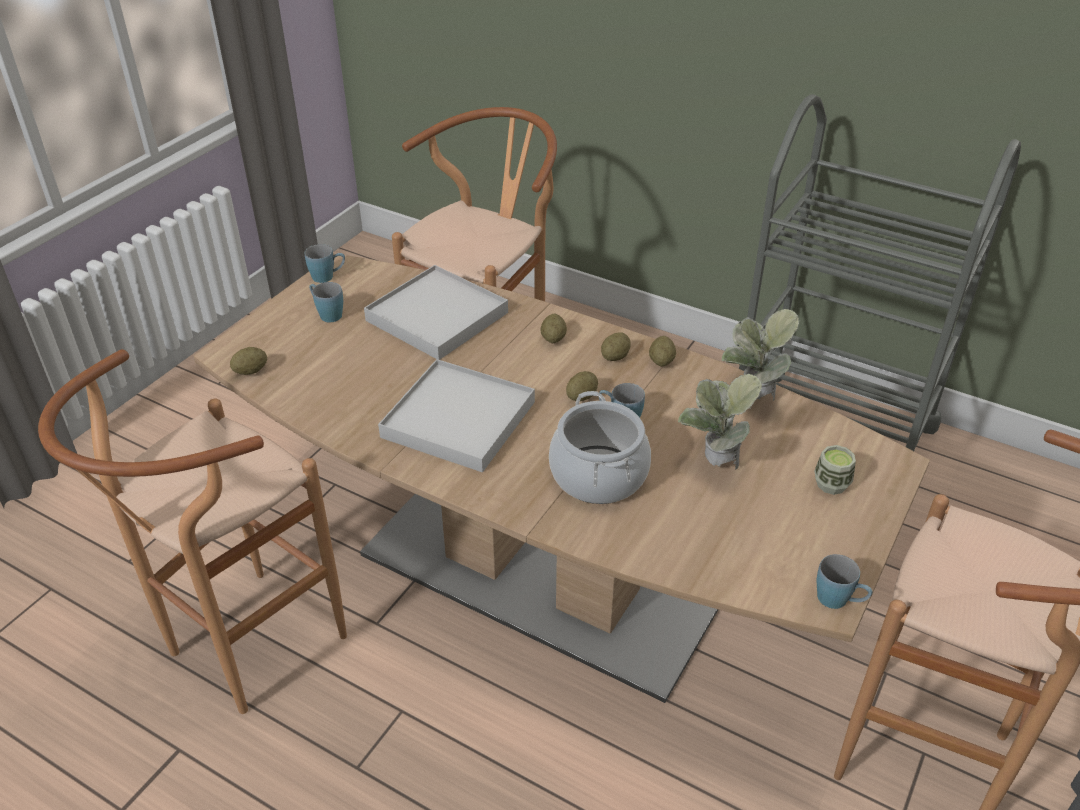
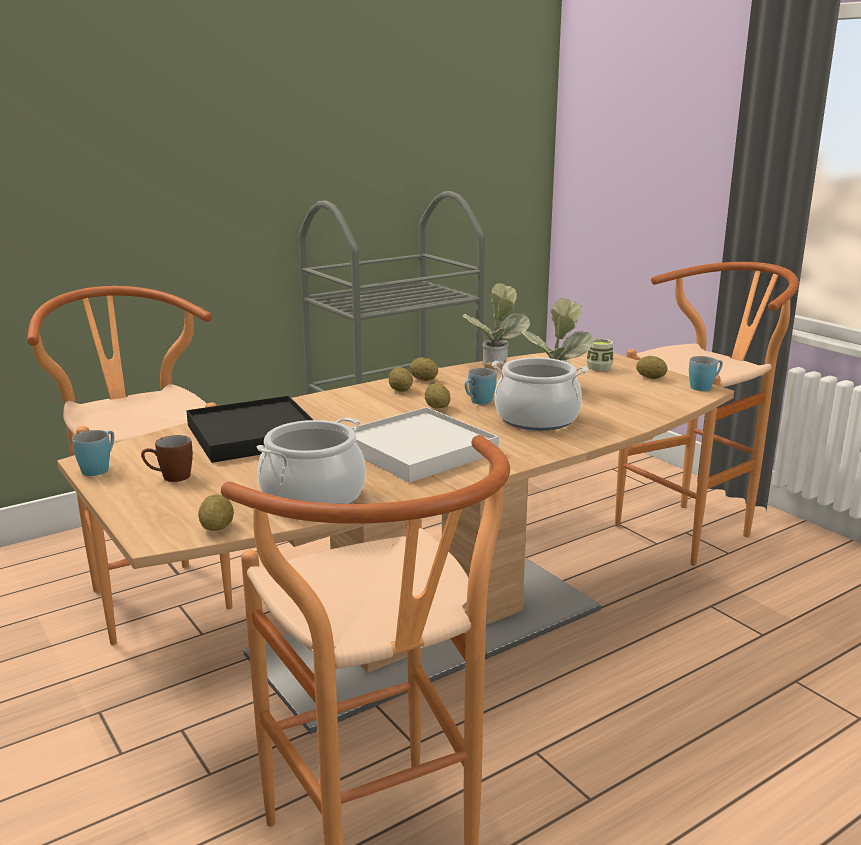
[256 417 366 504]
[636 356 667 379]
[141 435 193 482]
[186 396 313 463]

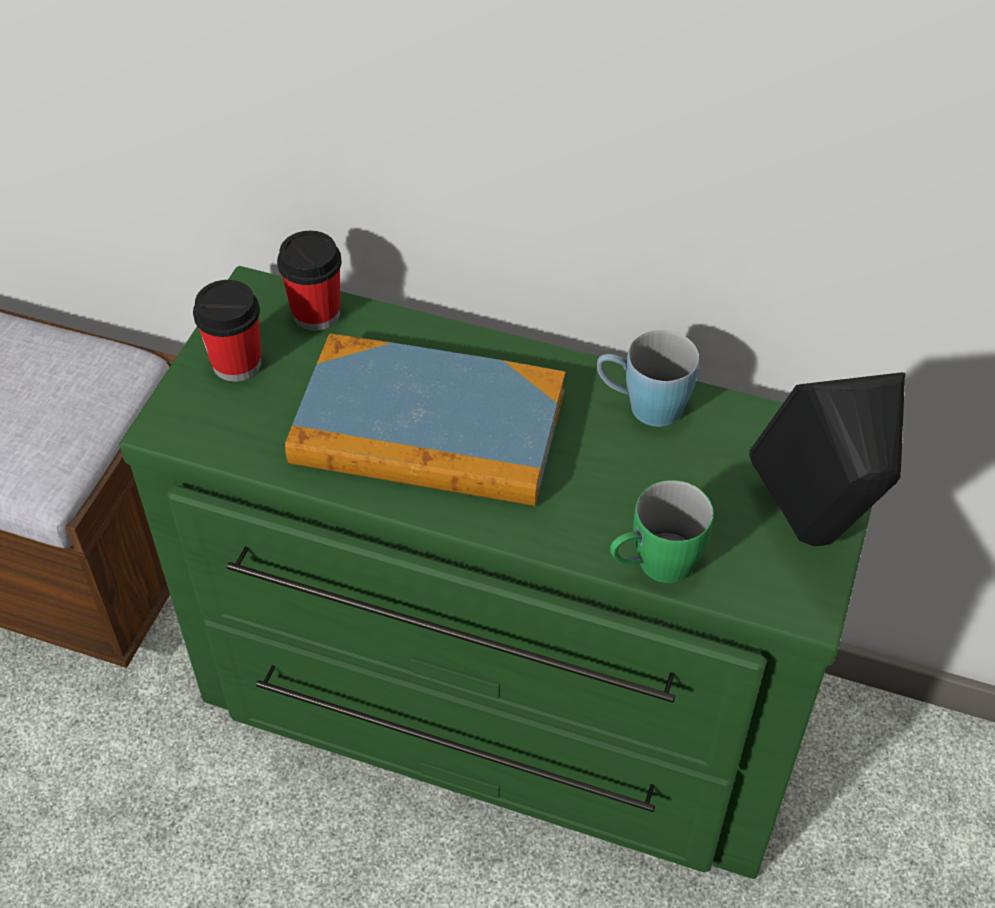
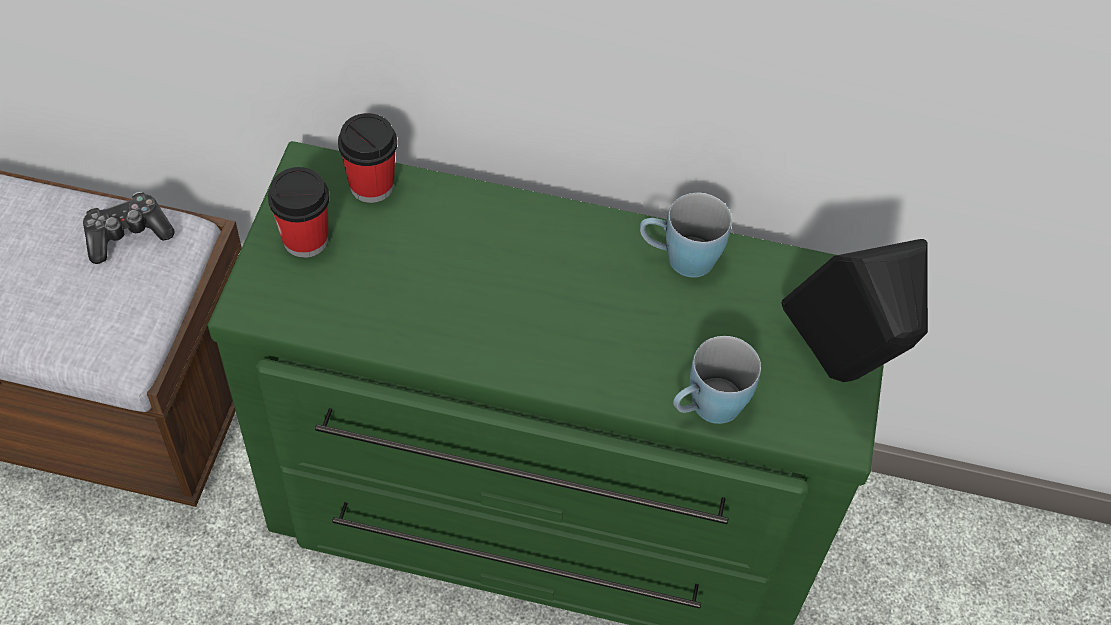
[285 333 565 506] (first image)
[83 192 174 264]
[673 336 761 424]

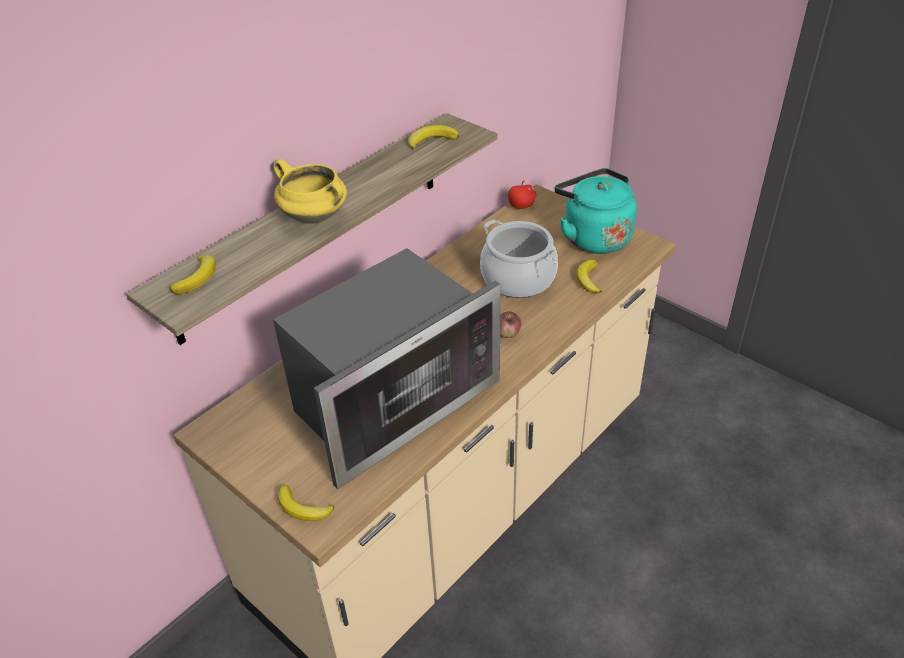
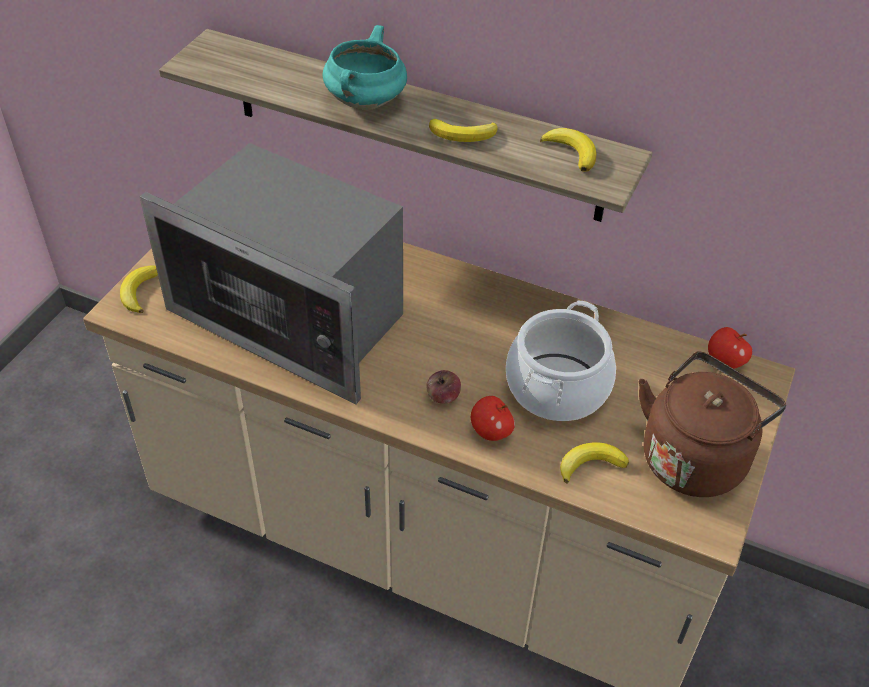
[471 396 515 441]
[429 119 498 142]
[323 25 407 110]
[639 351 786 497]

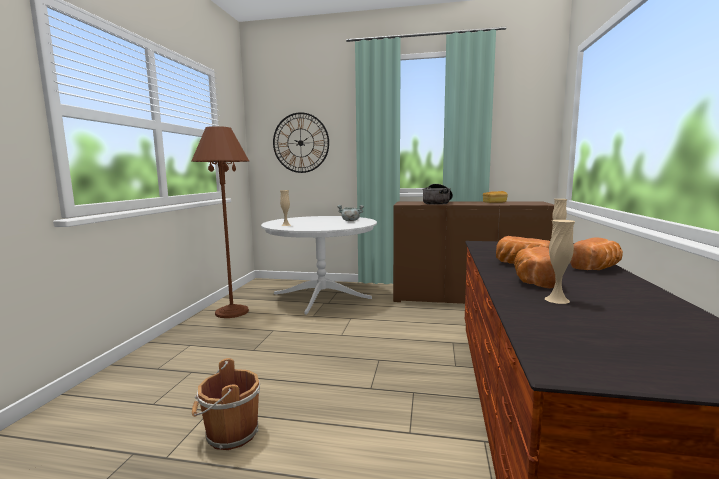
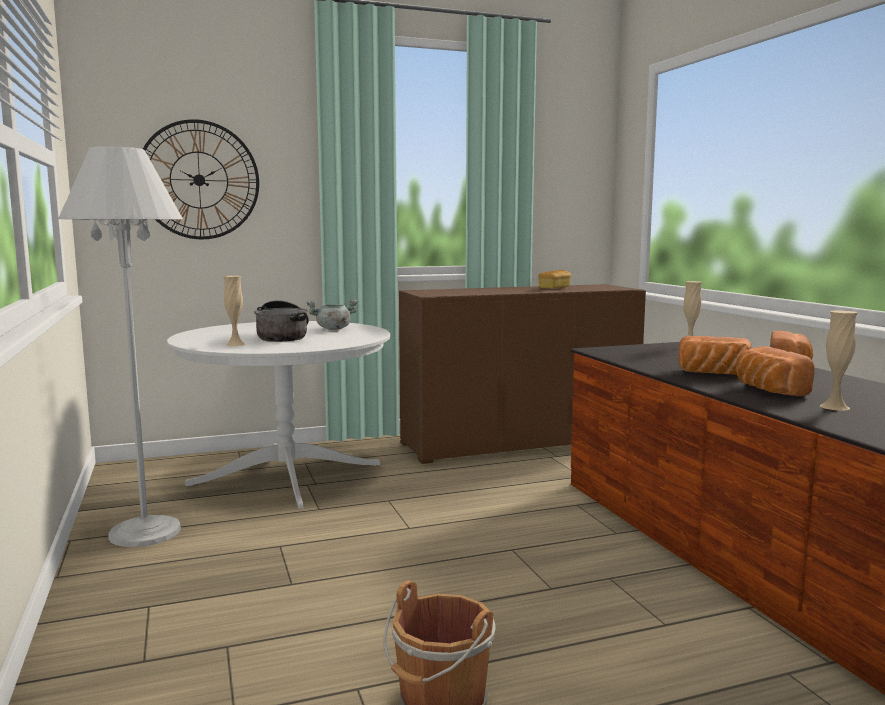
[254 300 309 342]
[58 146 183 547]

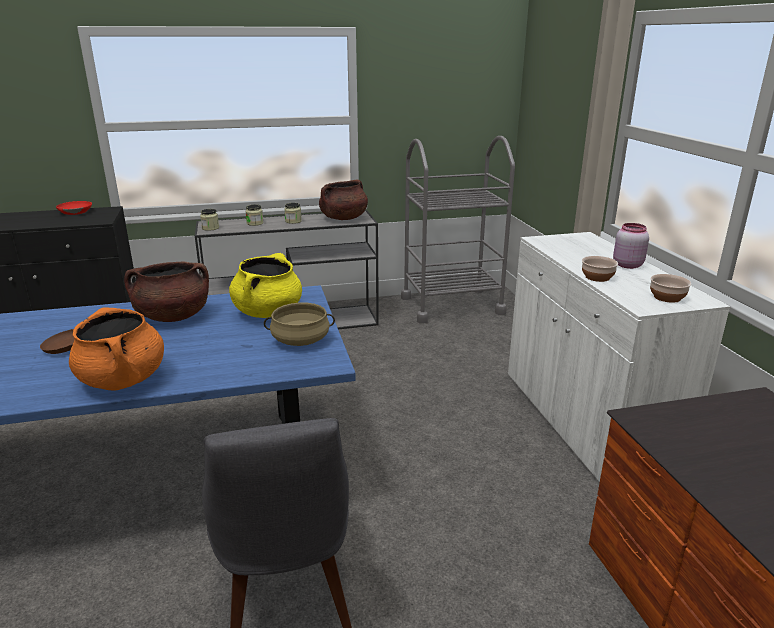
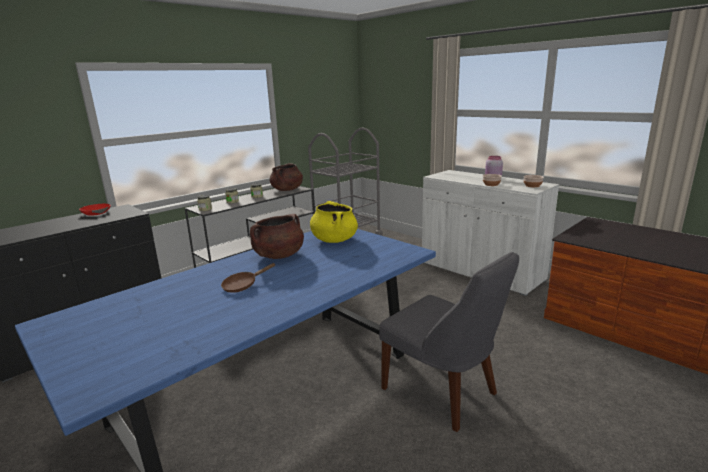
[69 308 164 391] (first image)
[264 303 335 346] (first image)

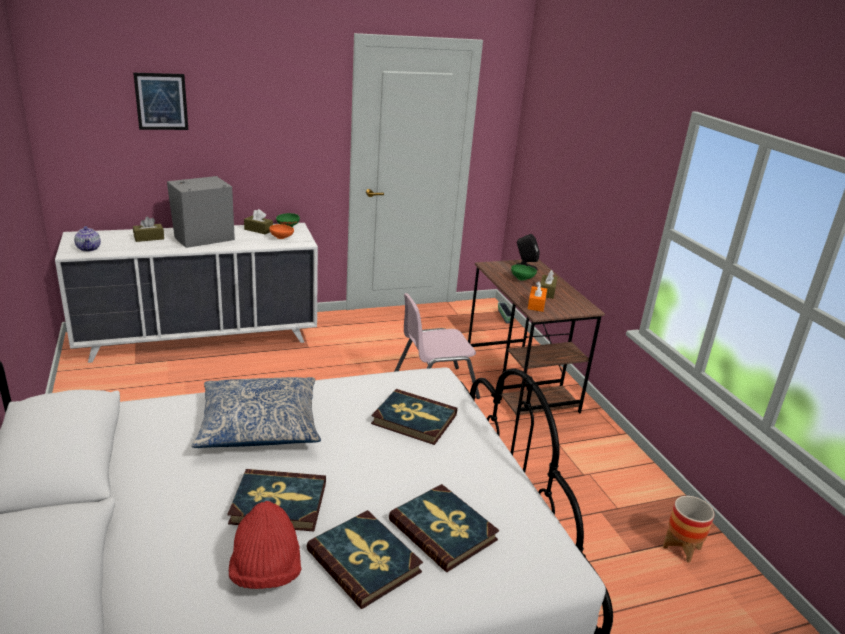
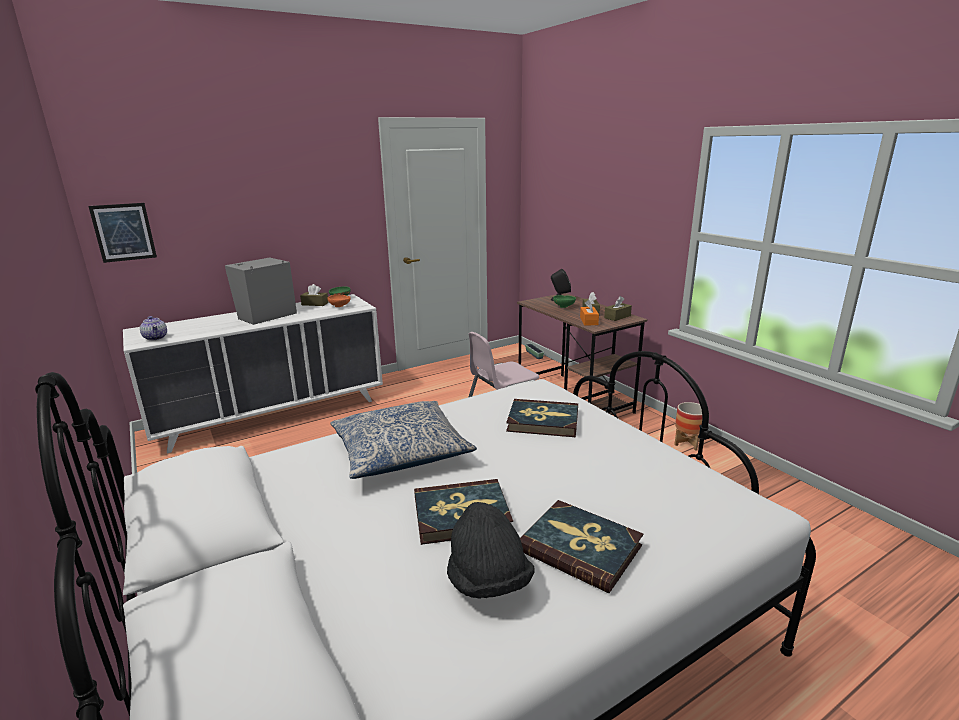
[389 484 499 572] (first image)
[88 203 157 263]
[604 296 632 321]
[674 402 702 451]
[447 502 535 599]

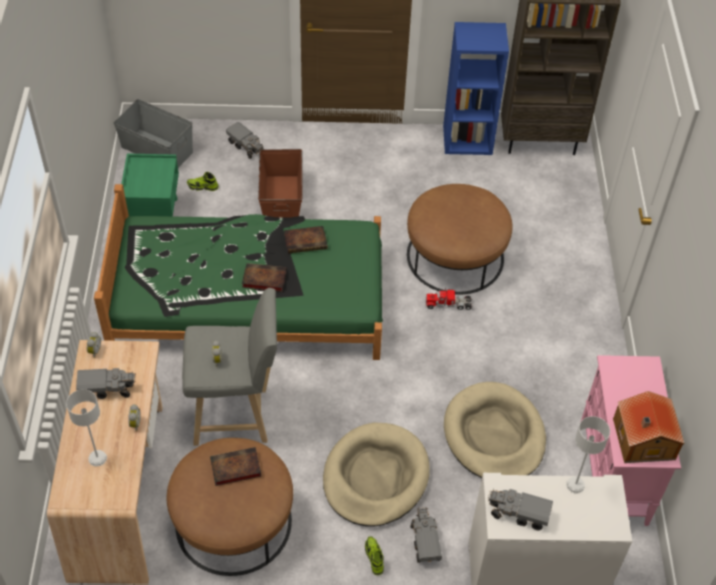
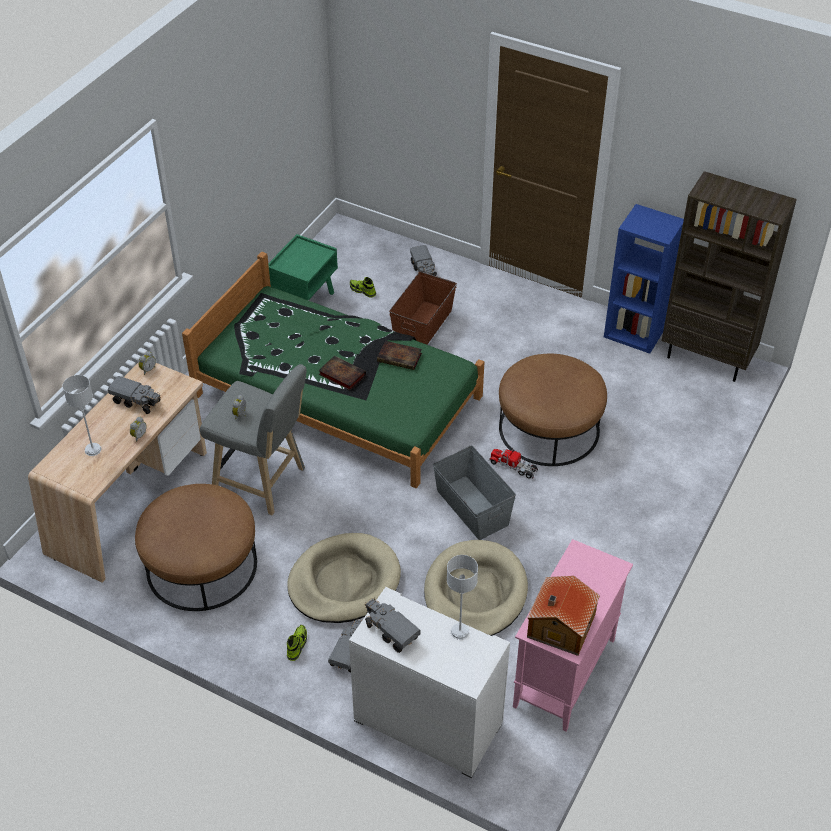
[210 447 261 486] (first image)
[433 446 516 540]

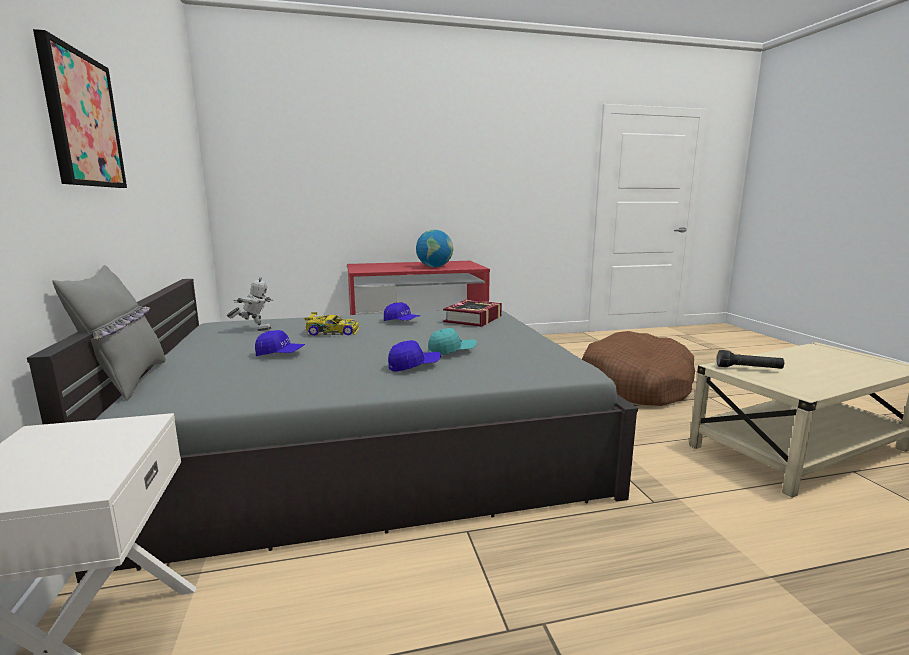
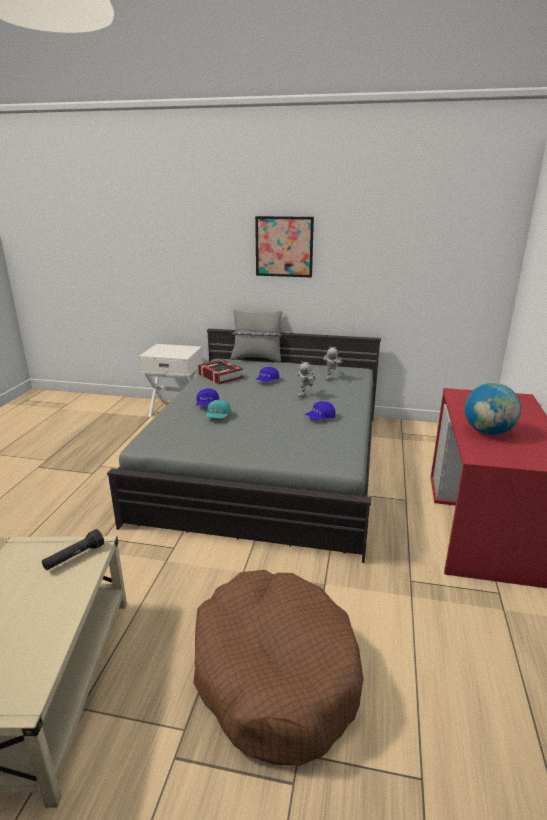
[198 359 243 384]
[297 361 316 397]

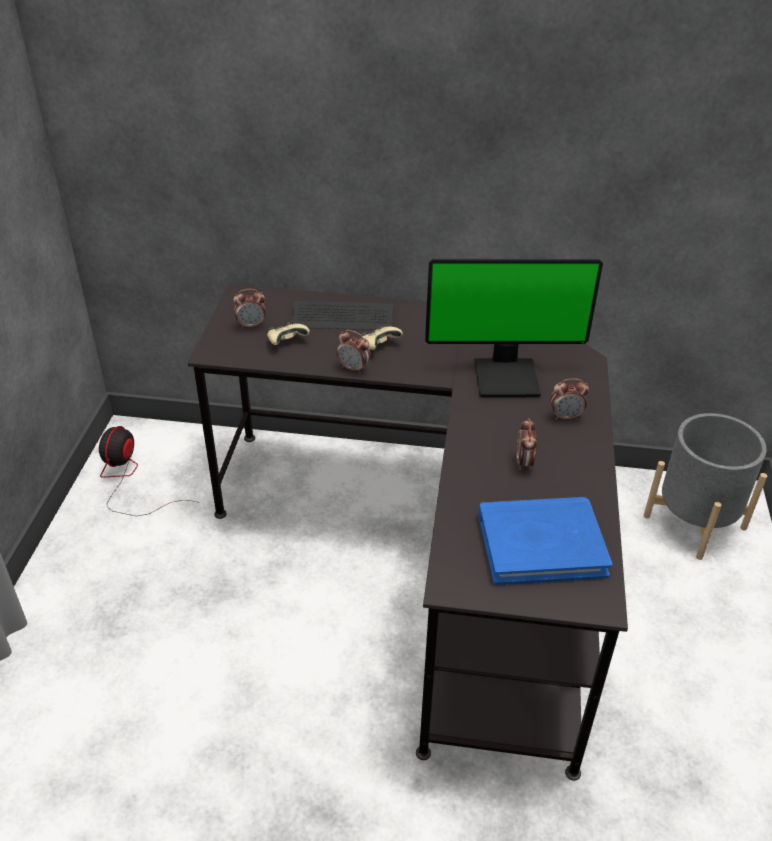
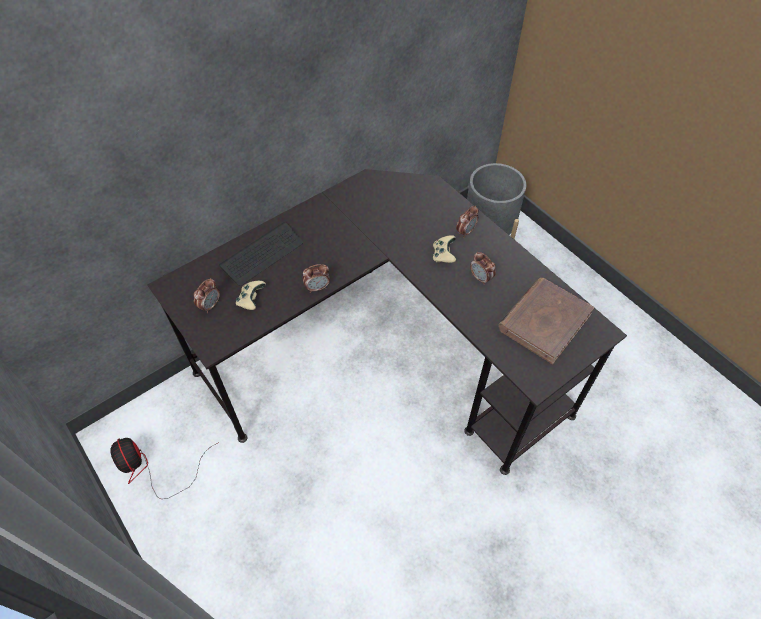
[425 259 603 397] (first image)
[433 235 456 263]
[498 278 594 364]

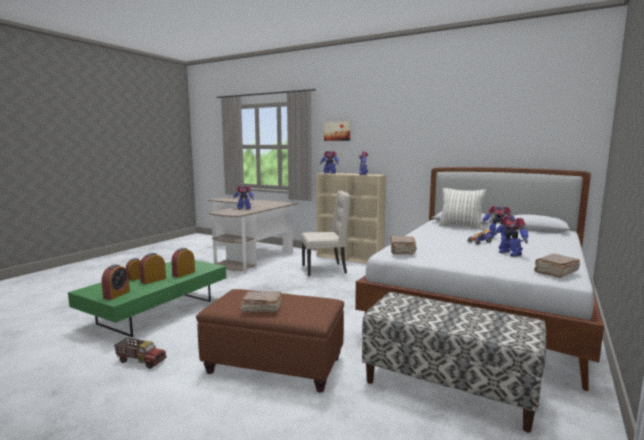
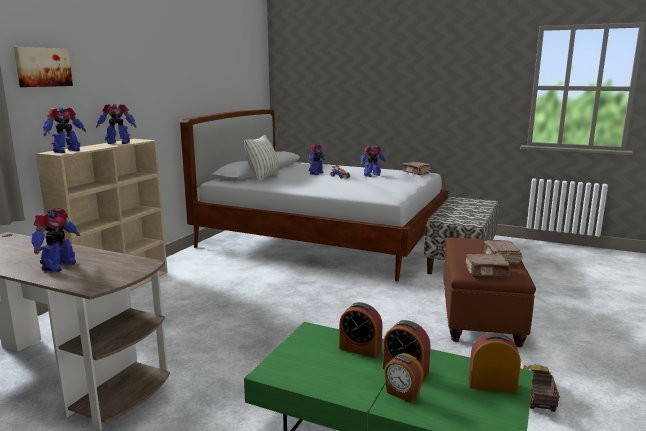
[301 191 351 276] (first image)
[465 254 511 278]

